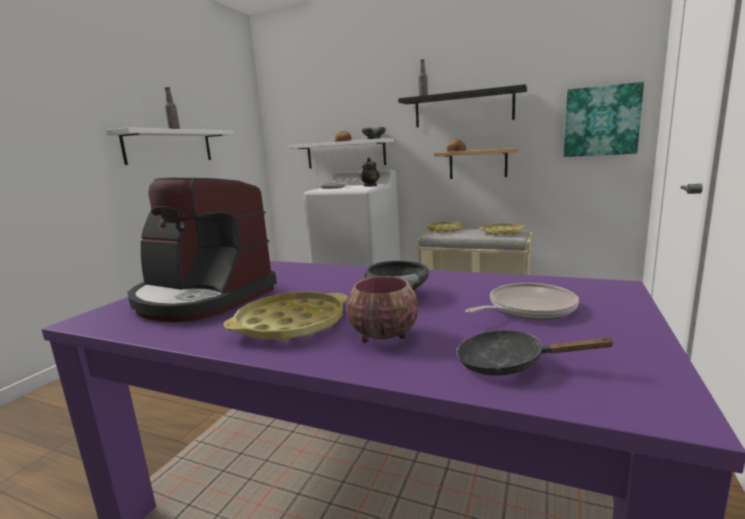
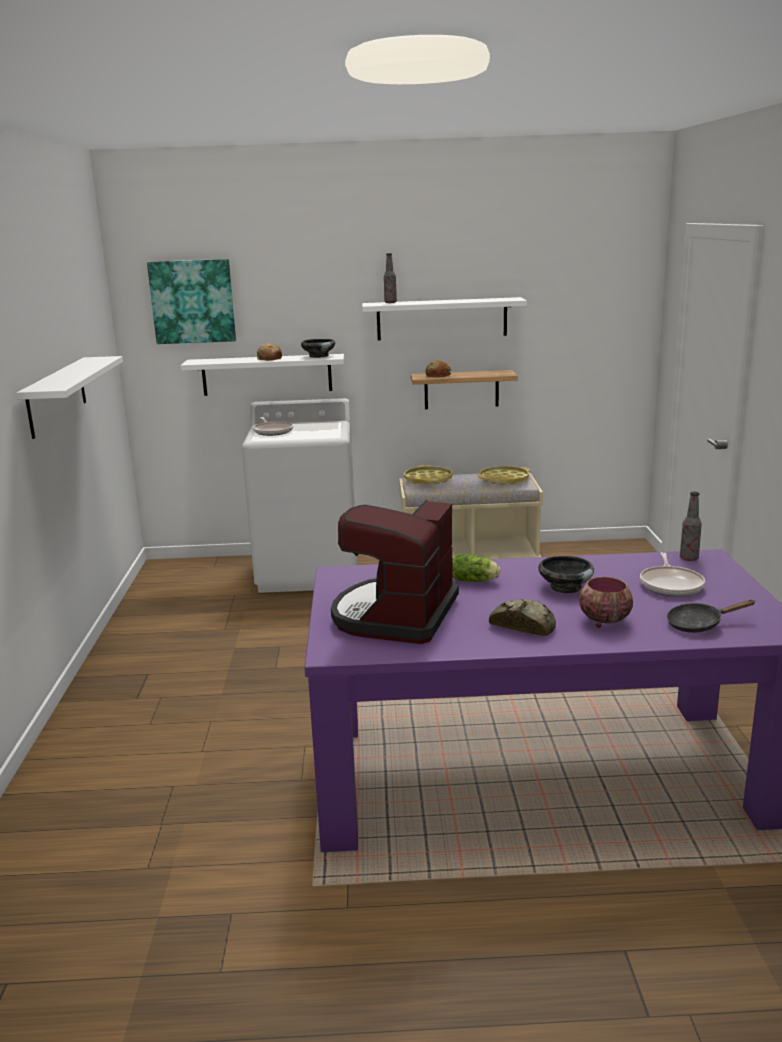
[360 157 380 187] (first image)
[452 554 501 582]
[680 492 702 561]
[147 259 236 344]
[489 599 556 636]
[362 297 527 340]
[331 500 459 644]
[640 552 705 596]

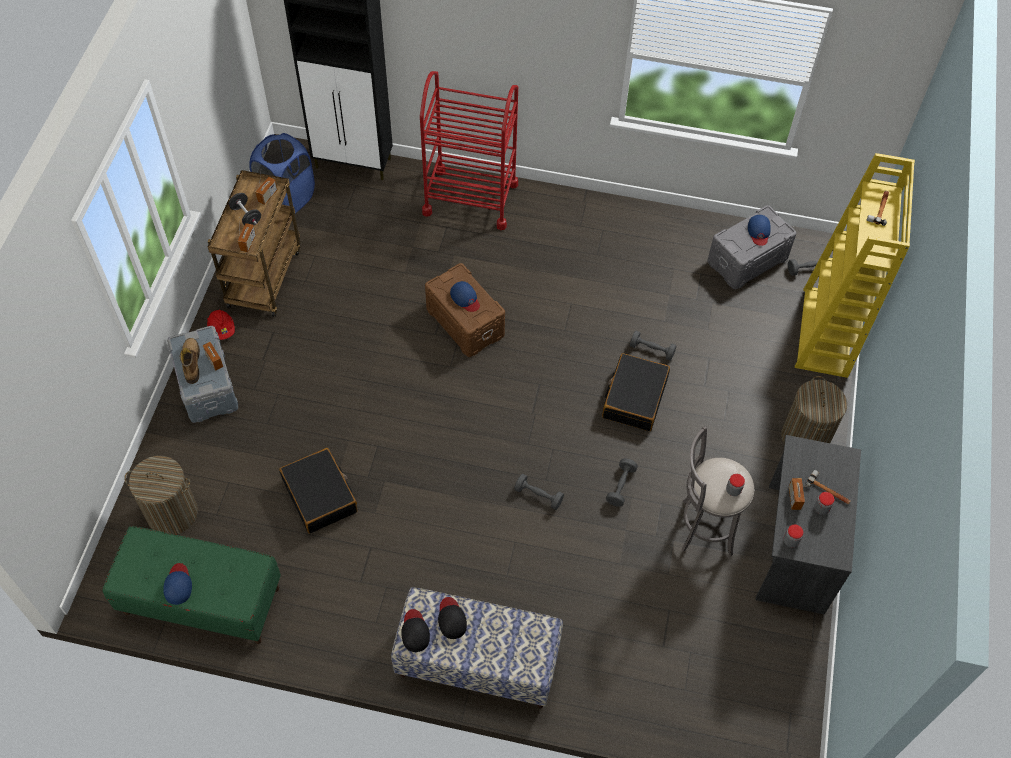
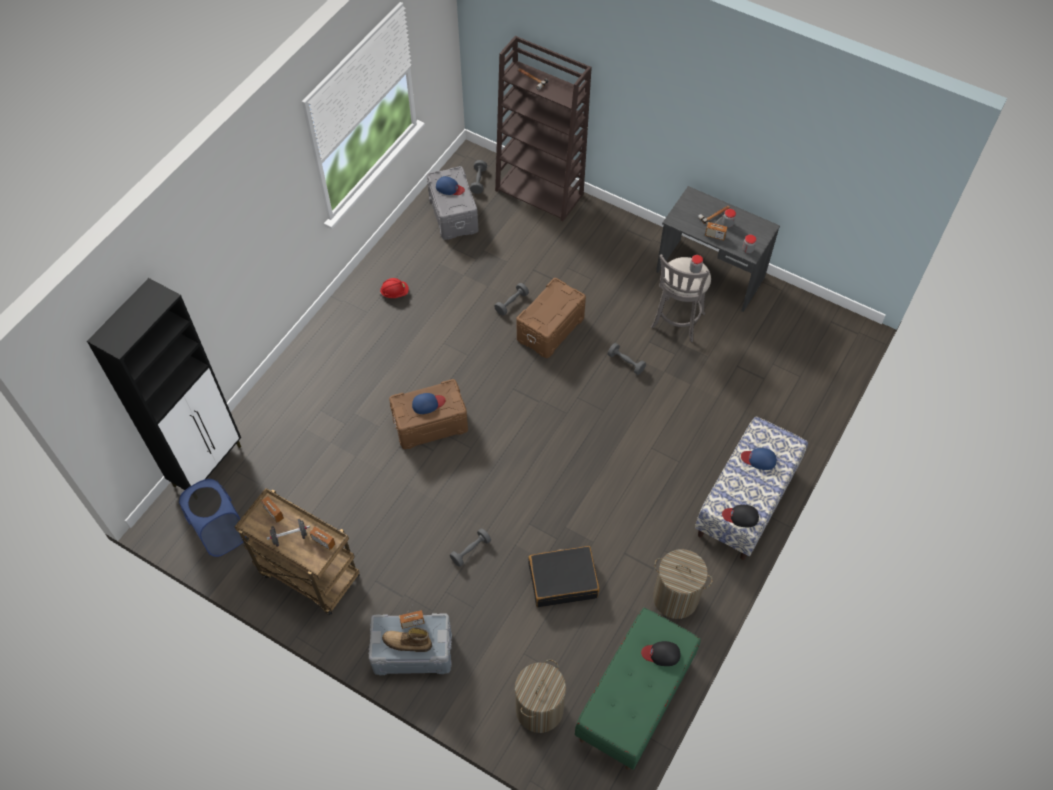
[420 71 518 230] (first image)
[741 448 777 470]
[380 278 409 298]
[641 641 681 666]
[450 528 491 567]
[653 549 713 619]
[517 278 586 358]
[495 36 592 221]

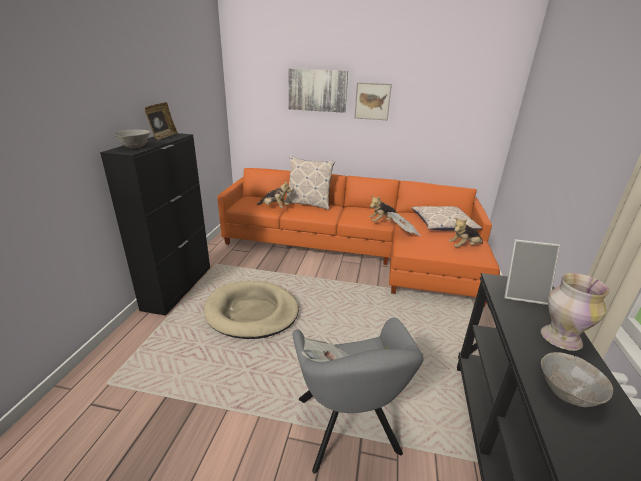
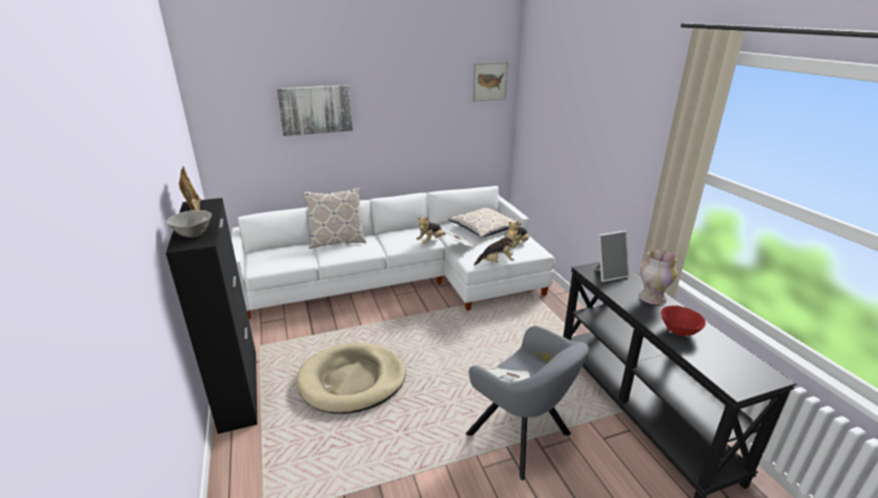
[474 227 518 265]
[473 62 508 101]
[231 186 555 319]
[661 305 706 336]

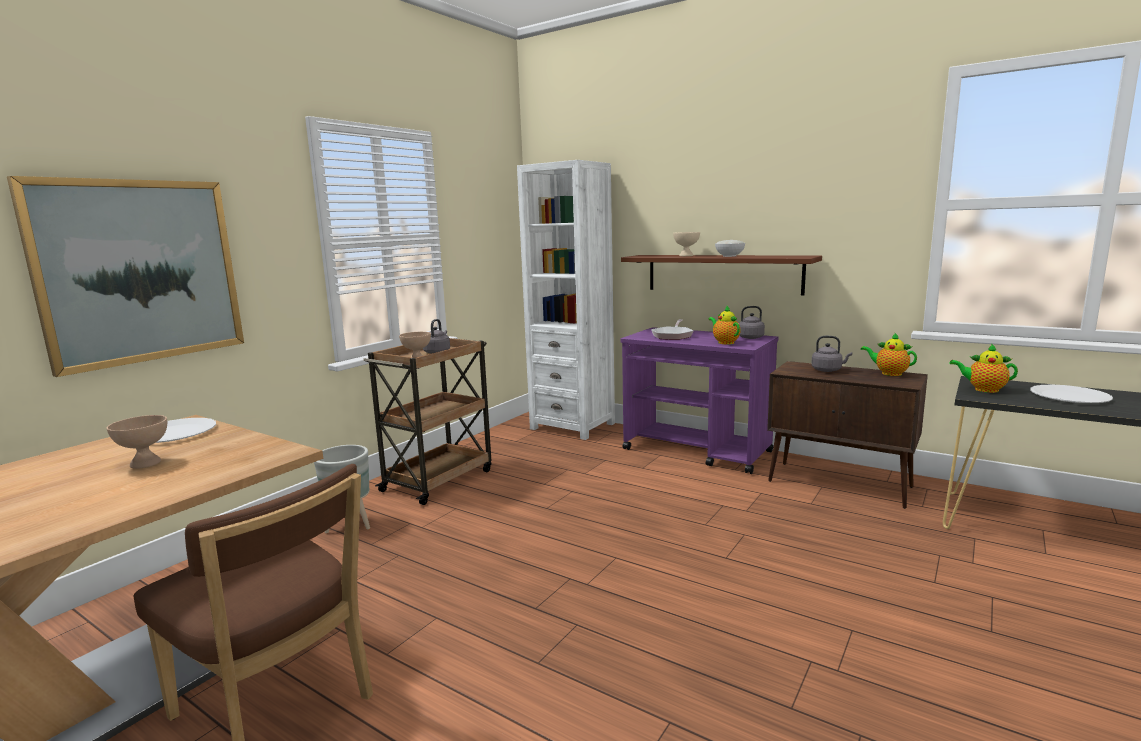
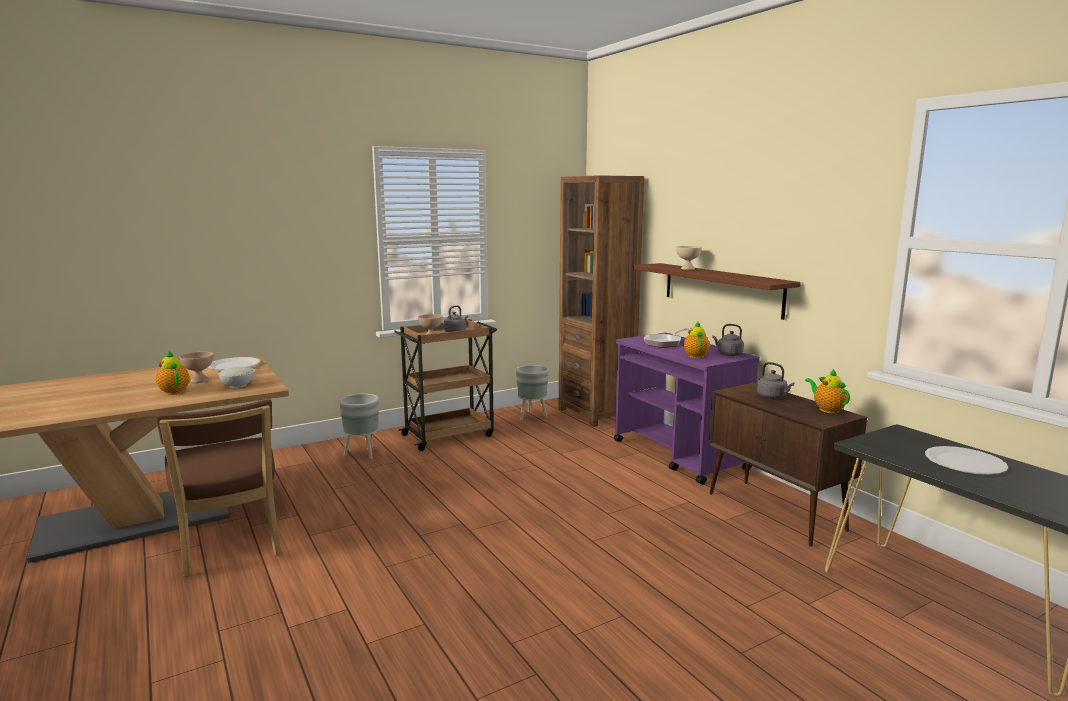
[7 176 244 377] (first image)
[516 365 549 420]
[218 367 255 388]
[156 350 190 395]
[559 175 644 427]

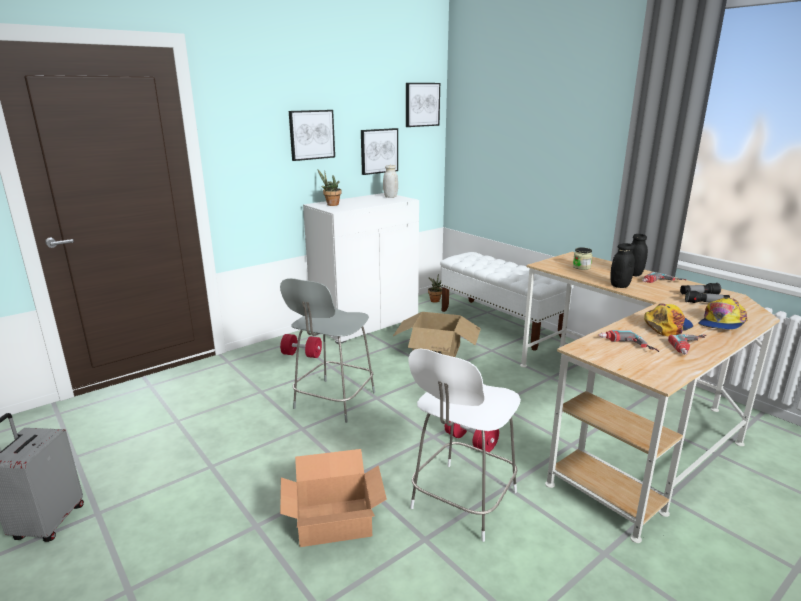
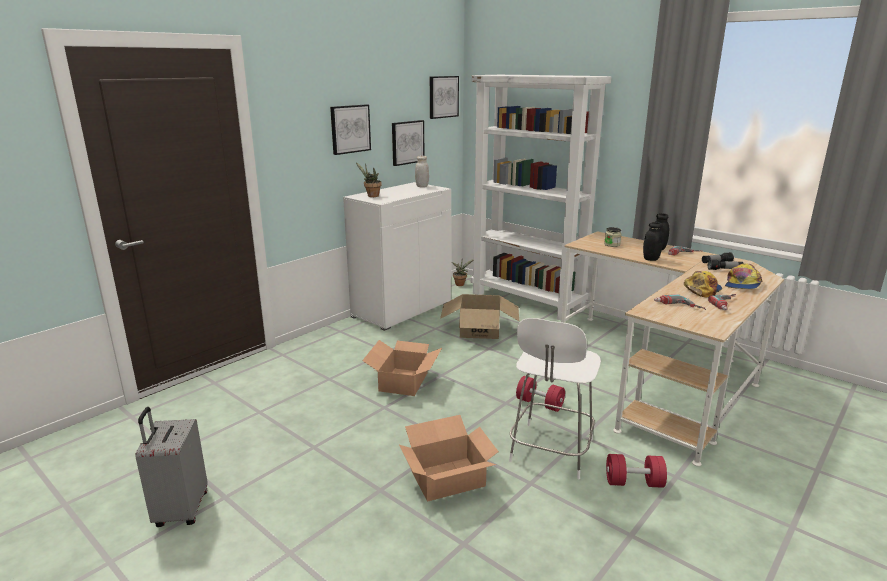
[606 454 667 488]
[362 340 442 396]
[471 75 612 321]

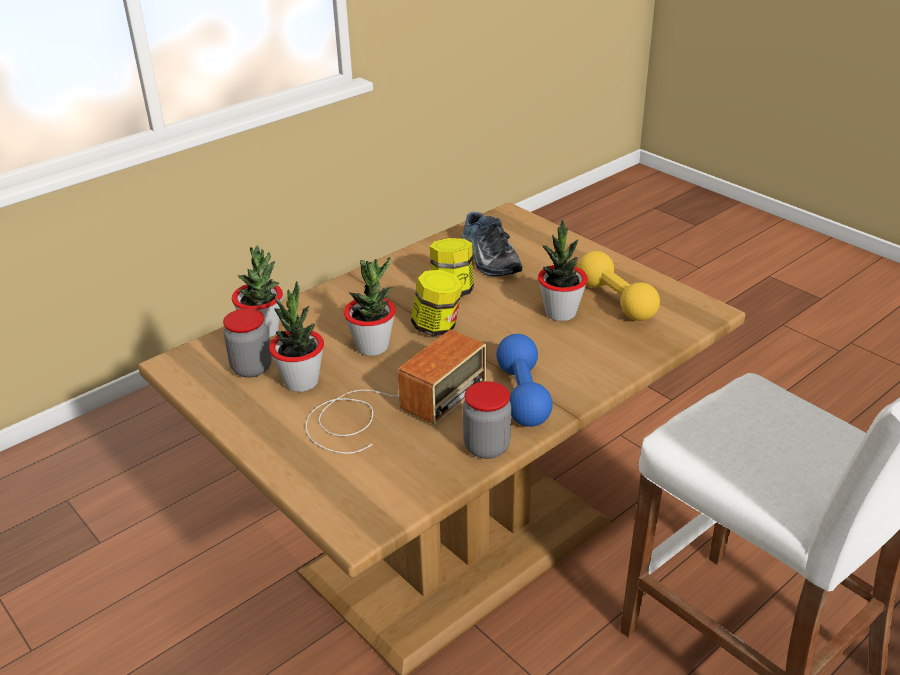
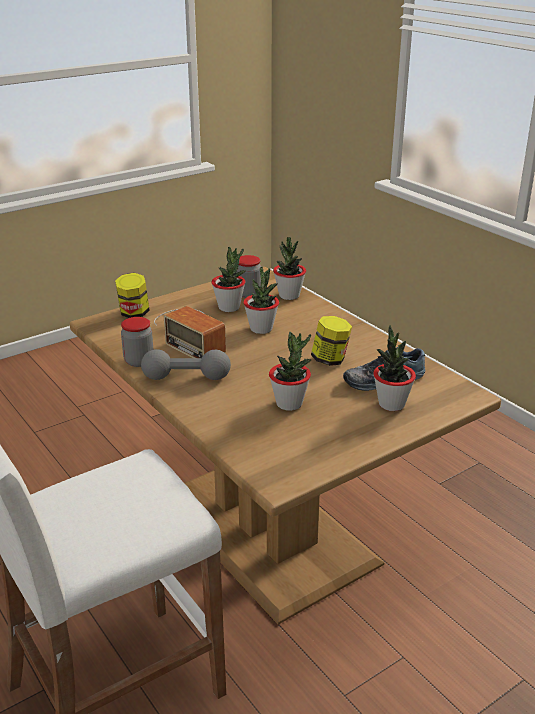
[577 251 660 321] (first image)
[373 325 416 411]
[115 273 150 318]
[141 349 231 380]

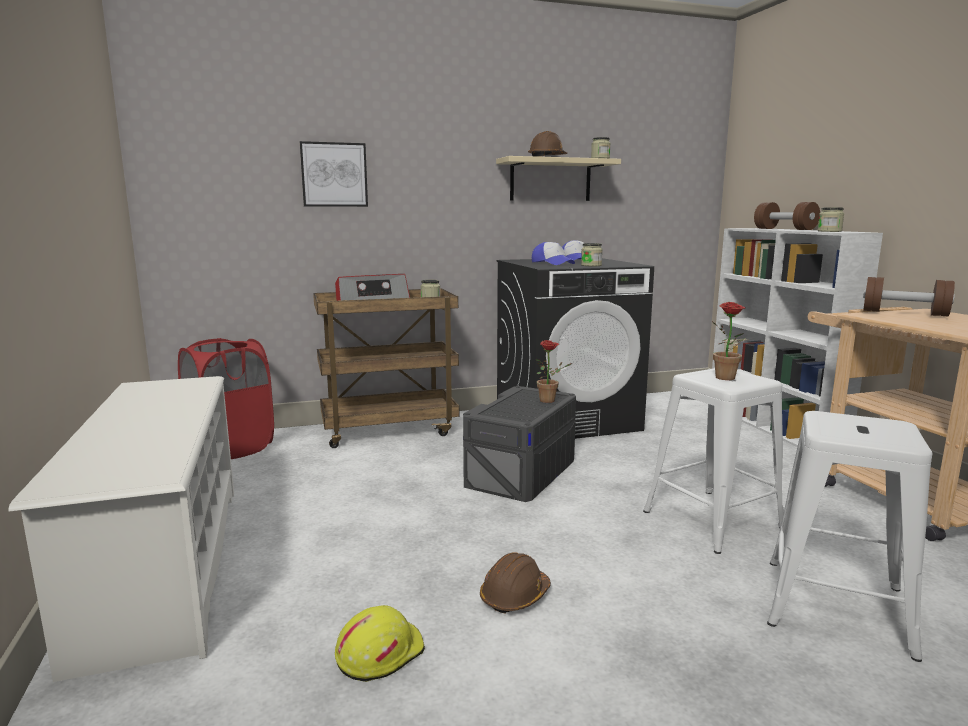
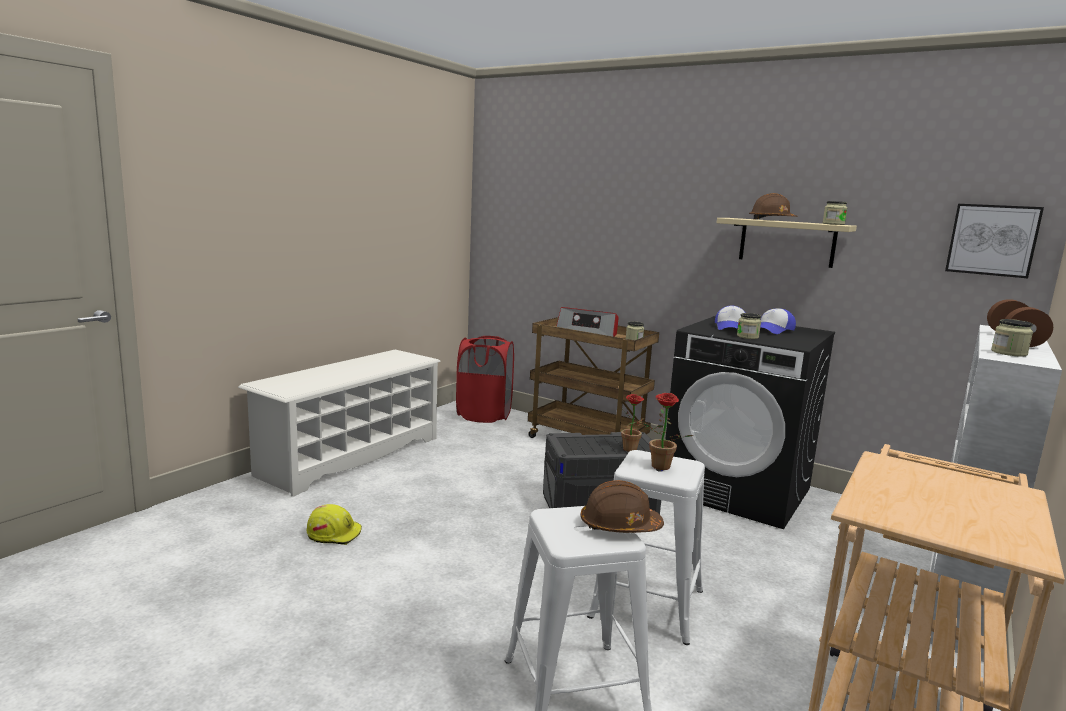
[863 277 955 316] (first image)
[945 204 1044 278]
[581 480 664 533]

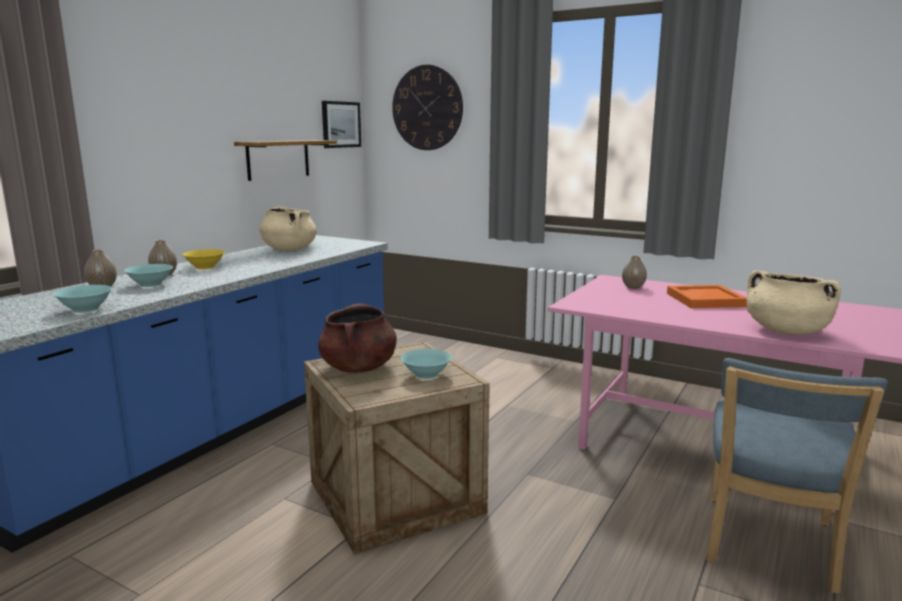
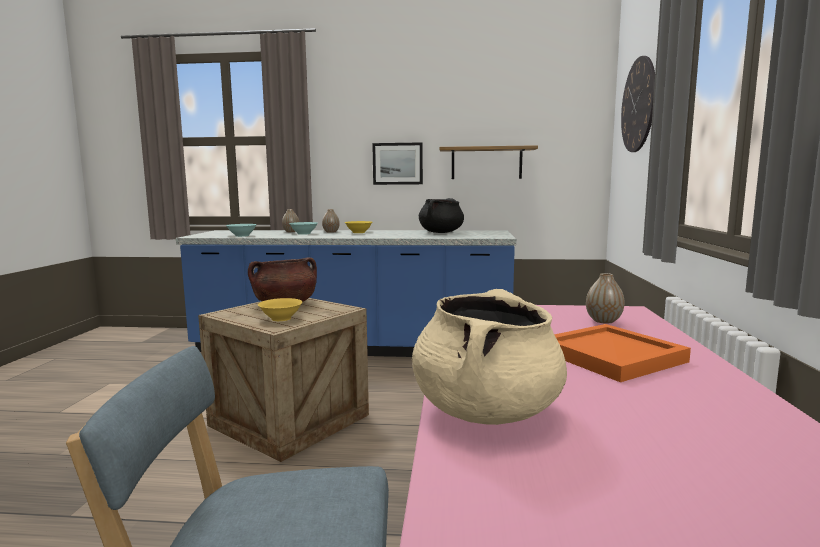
[372 142 423 185]
[419 198 464 233]
[258 298 303 321]

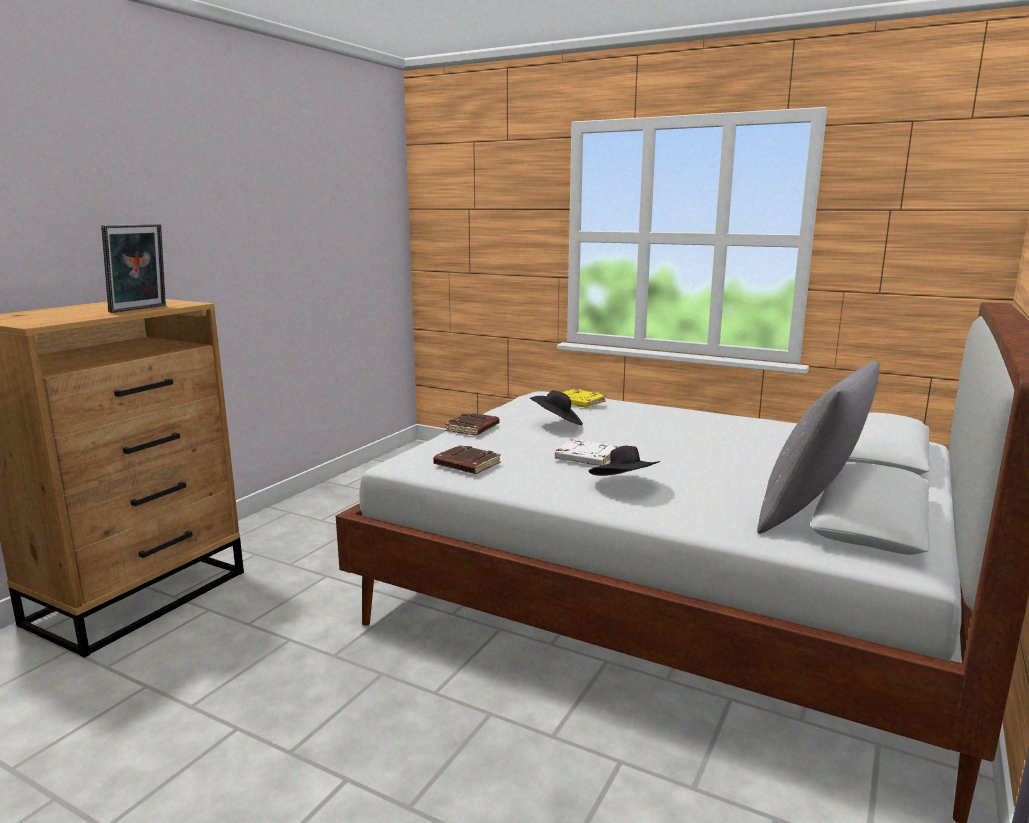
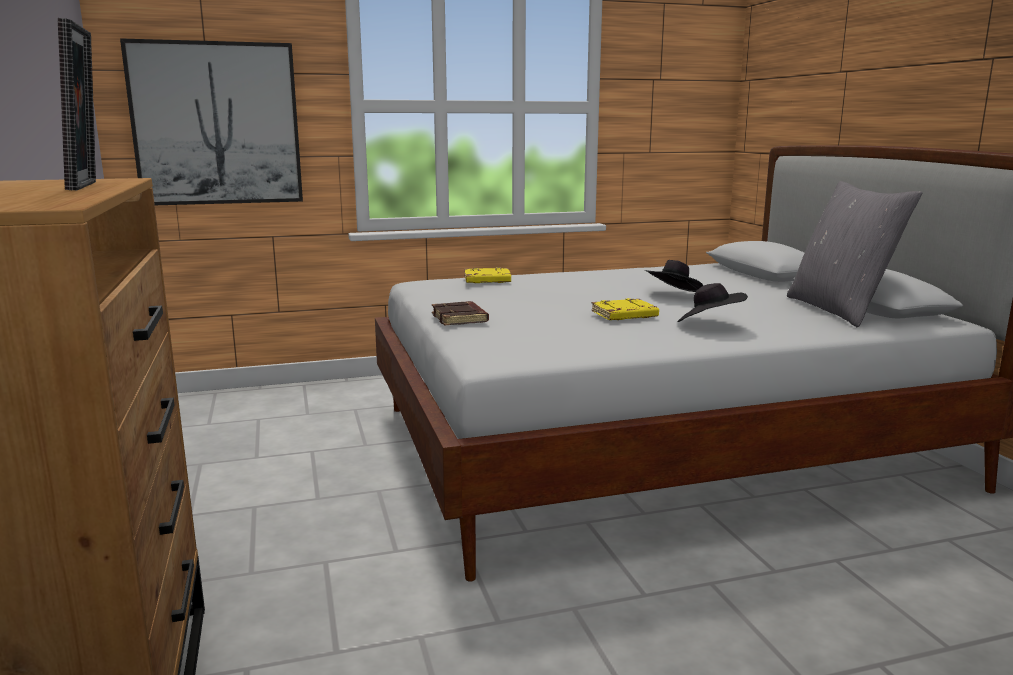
[433 445 501 474] (first image)
[120 38 303 205]
[645 260 704 292]
[591 298 659 320]

